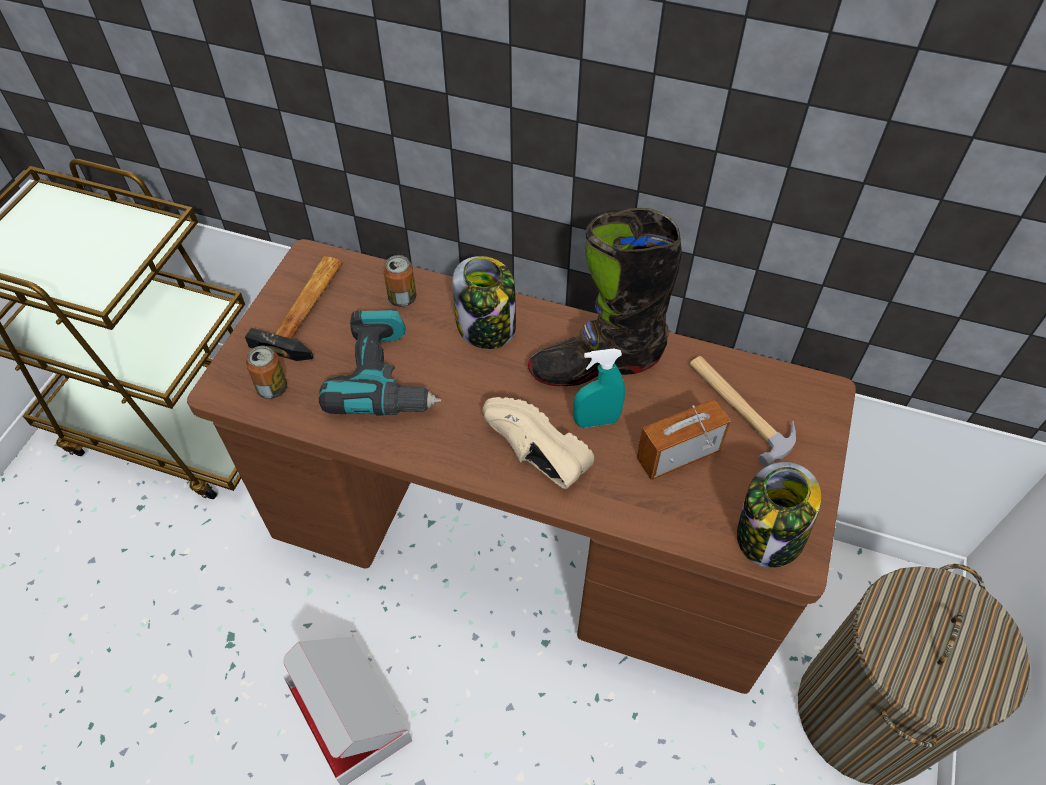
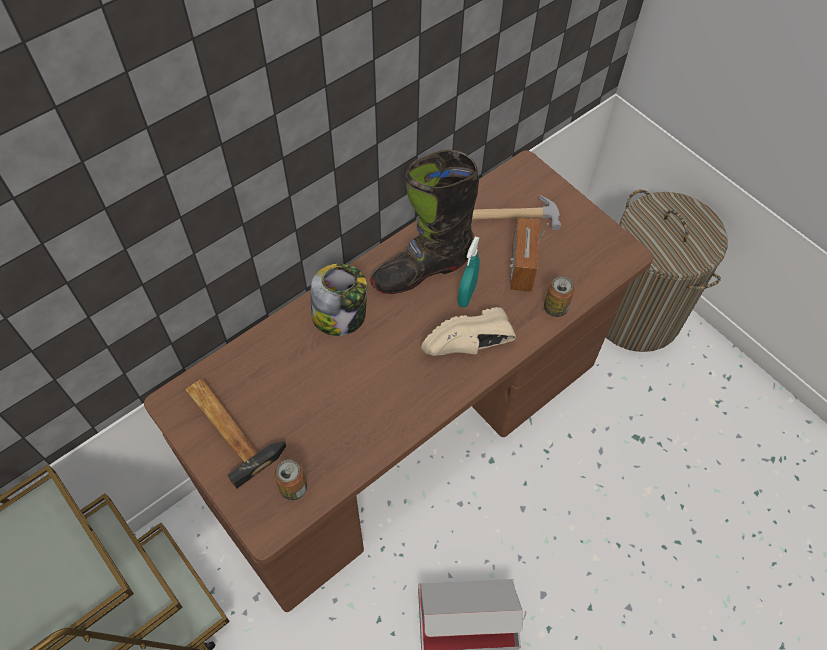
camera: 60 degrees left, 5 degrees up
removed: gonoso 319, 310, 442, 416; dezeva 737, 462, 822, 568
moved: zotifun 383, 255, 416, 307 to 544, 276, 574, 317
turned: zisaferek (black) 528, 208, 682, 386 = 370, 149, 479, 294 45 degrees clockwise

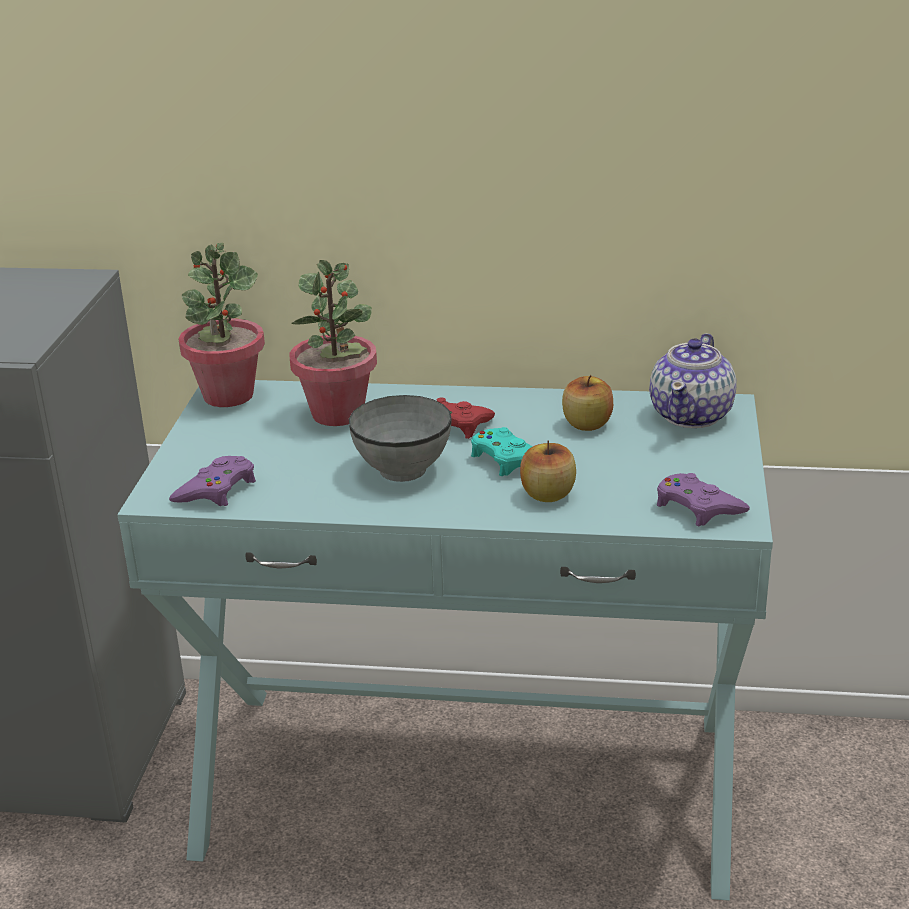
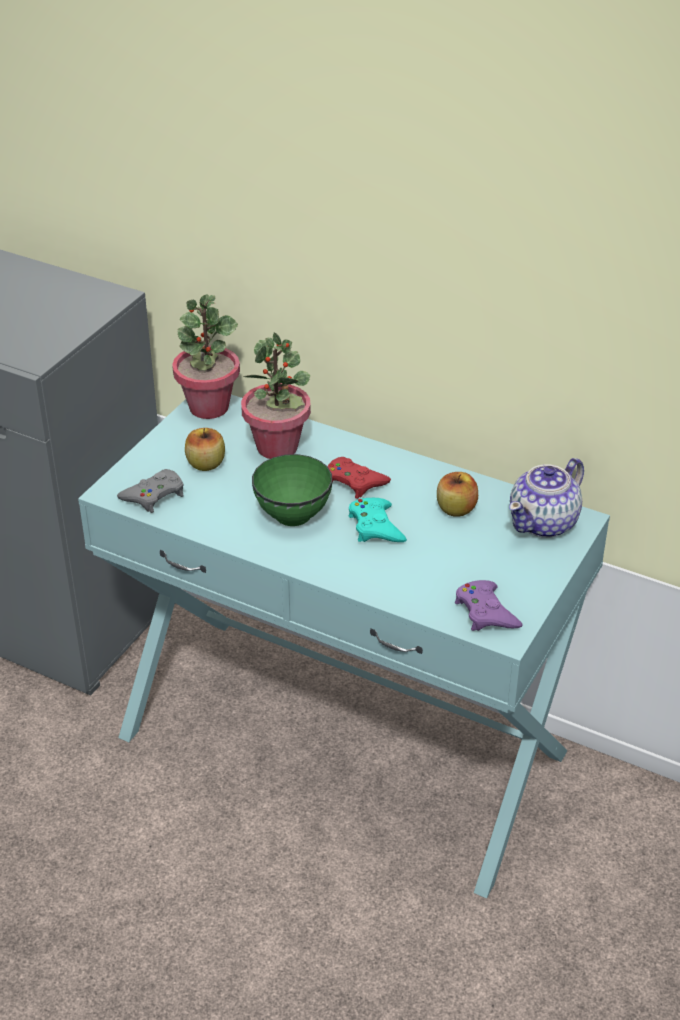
camera: 20 degrees right, 10 degrees up
moved: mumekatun 520, 440, 576, 502 to 185, 428, 225, 471
recoloured: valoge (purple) 169, 456, 256, 506 to valoge (grey) 117, 469, 184, 513; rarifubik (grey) 349, 395, 452, 482 to rarifubik (green) 252, 454, 332, 526

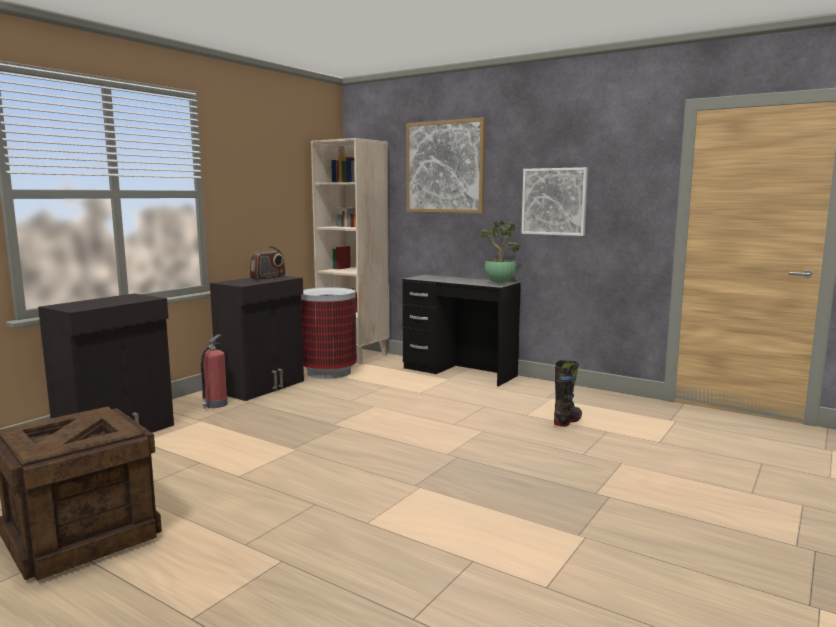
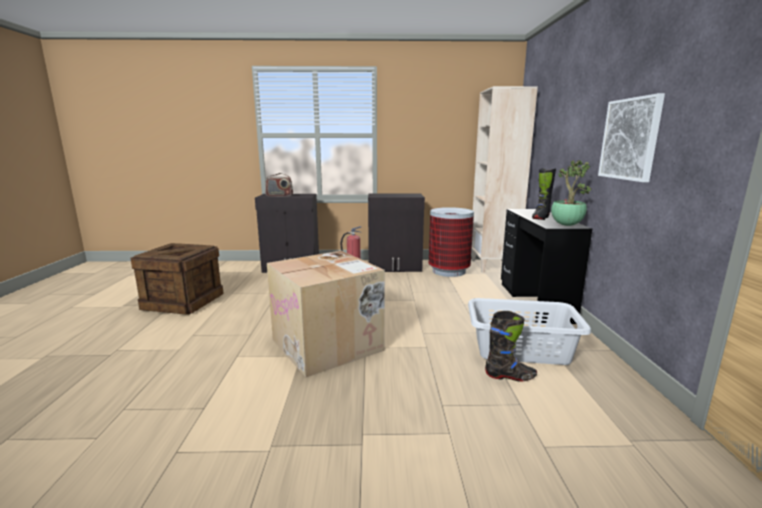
camera: 55 degrees right, 5 degrees up
removed: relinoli 406, 117, 486, 213
added: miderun 267, 251, 385, 377; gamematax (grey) 468, 298, 591, 365; zisaferek (black) 532, 168, 556, 220
moved: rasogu 250, 246, 285, 280 to 265, 173, 293, 197

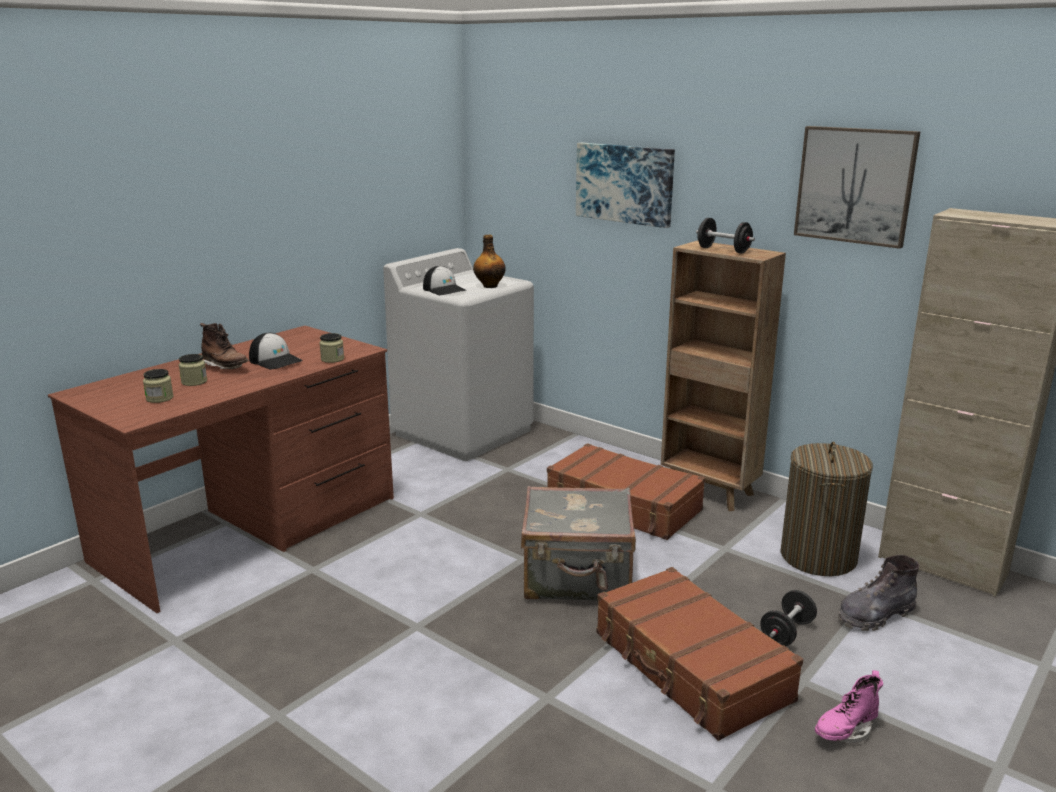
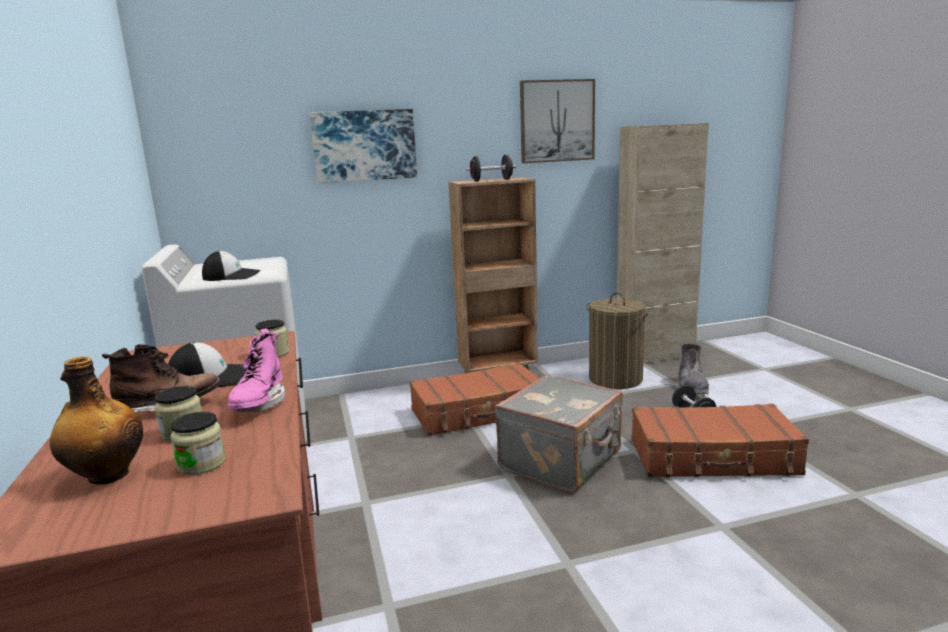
camera: 55 degrees left, 5 degrees down
moved: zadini 473, 235, 506, 288 to 50, 356, 143, 485; zisaferek (pink) 815, 670, 883, 744 to 226, 328, 285, 412

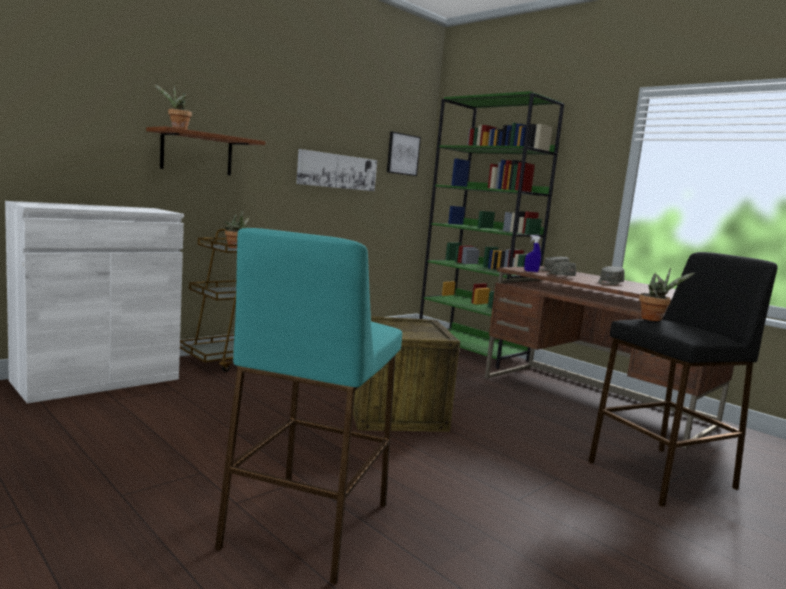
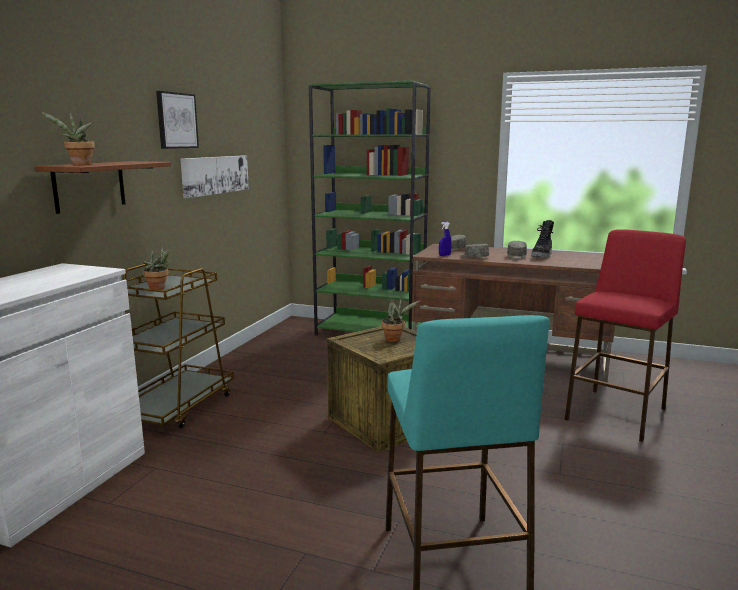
camera: 25 degrees left, 5 degrees up
added: zisaferek (black) 531, 220, 554, 258
moved: relinoli 387, 132, 421, 176 to 156, 91, 199, 149; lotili 639, 268, 694, 321 to 381, 299, 419, 342
recoloured: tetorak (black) 588, 252, 778, 507 to tetorak (red) 565, 229, 686, 442

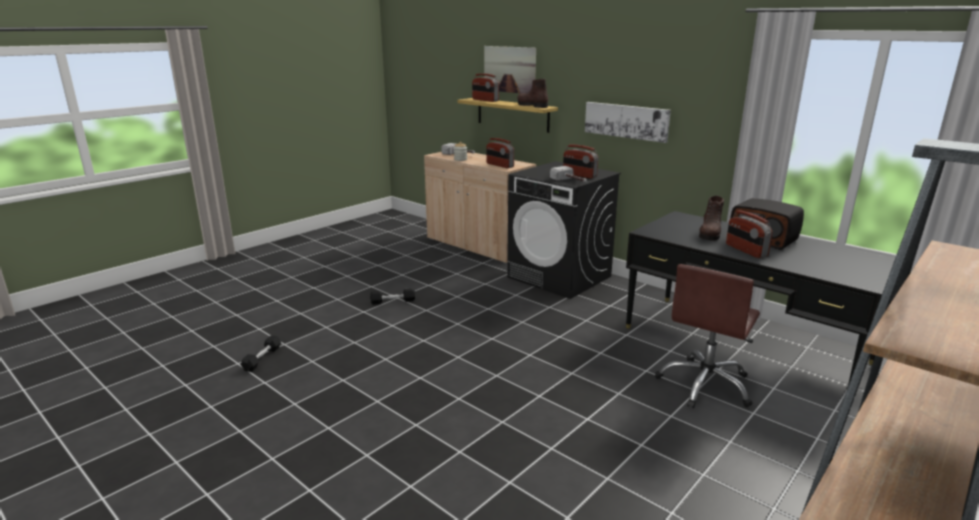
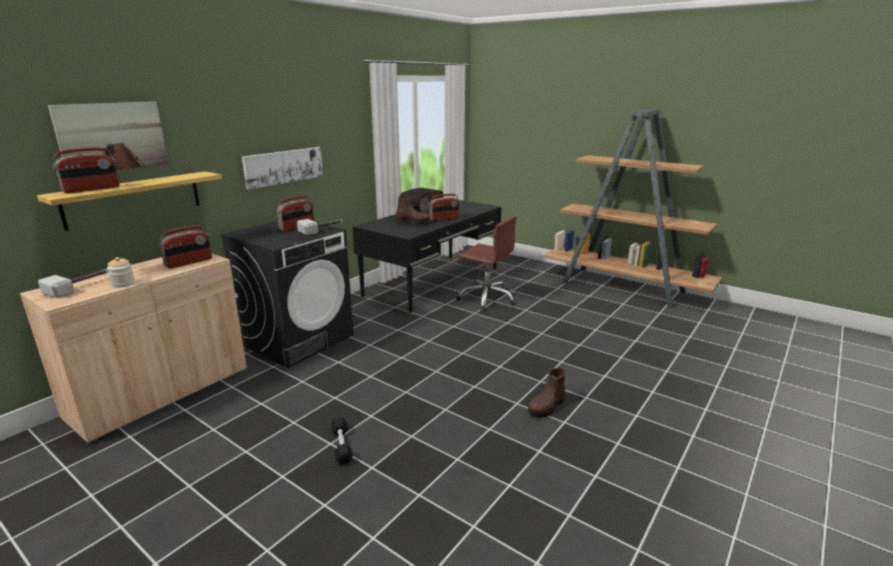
camera: 95 degrees left, 0 degrees up
removed: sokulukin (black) 241, 335, 281, 372
moved: zisaferek (brown) 517, 79, 548, 108 to 528, 368, 565, 418

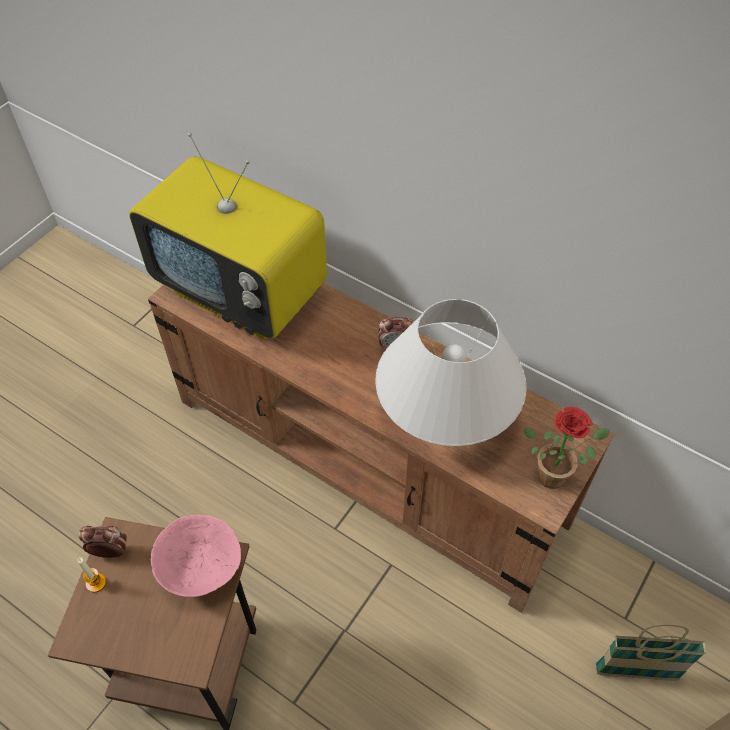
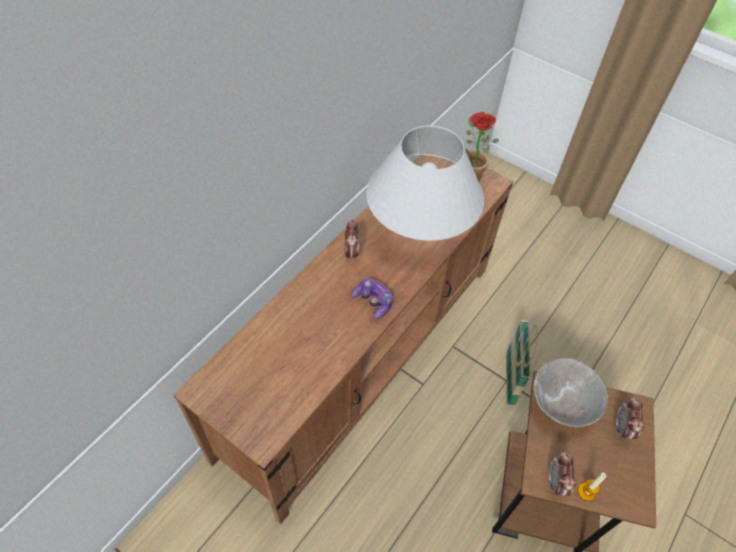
camera: 90 degrees left, 0 degrees up
removed: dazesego 129, 133, 327, 339
added: valoge 351, 278, 392, 319; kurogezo 616, 397, 644, 439
moved: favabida 595, 625, 707, 680 to 506, 320, 537, 406
recoloured: rarifubik (pink) 151, 515, 241, 597 to rarifubik (grey) 534, 358, 608, 427

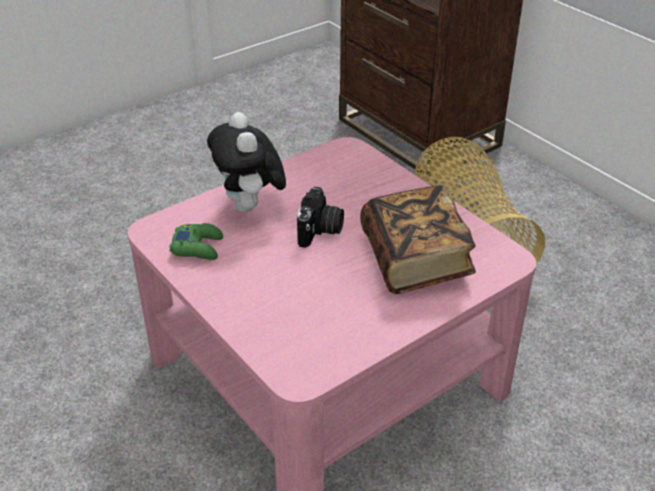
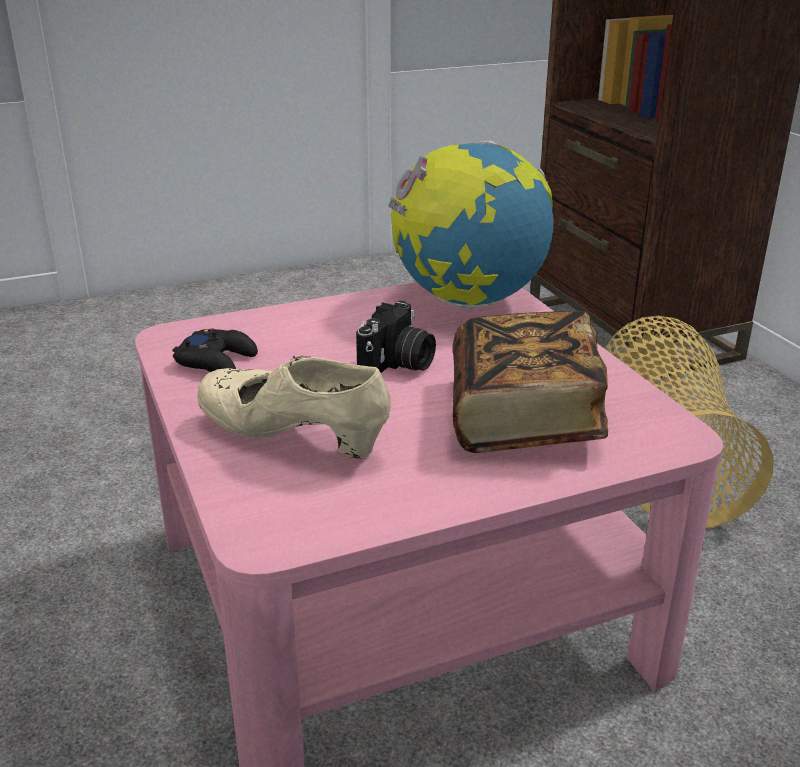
camera: 15 degrees right, 10 degrees down
removed: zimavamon 207, 112, 286, 213
added: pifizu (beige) 197, 356, 391, 458; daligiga 388, 140, 554, 309
recoloured: valoge (green) 169, 223, 223, 260 to valoge (black) 172, 328, 258, 372

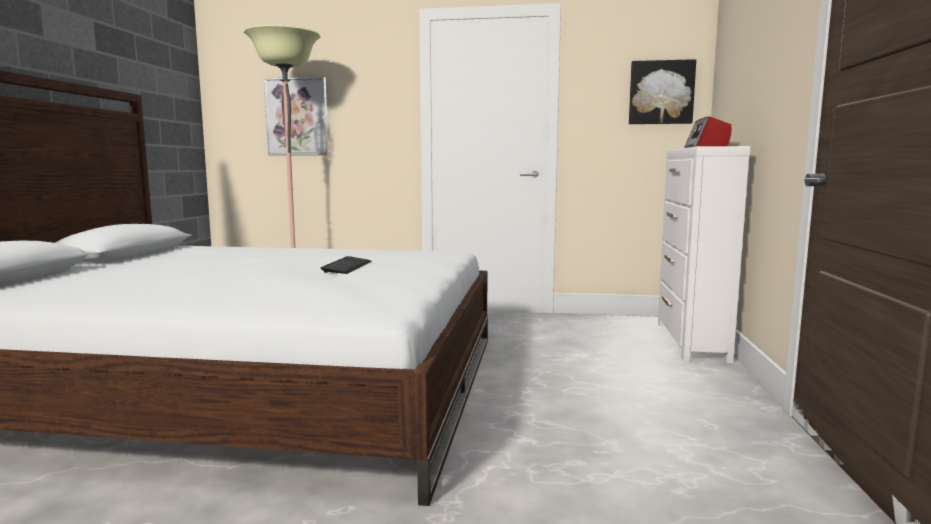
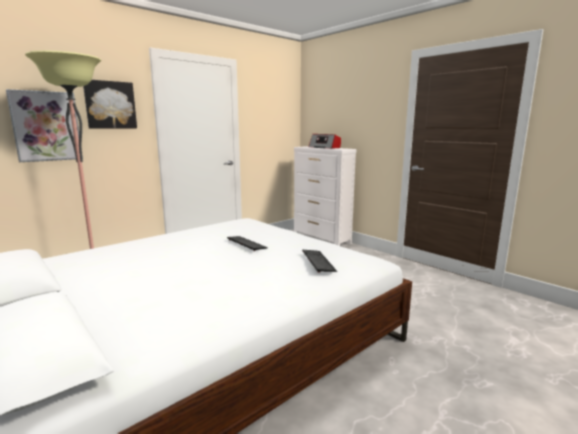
camera: 50 degrees left, 5 degrees up
added: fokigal 302, 250, 337, 273
moved: relinoli 629, 59, 696, 124 to 83, 80, 137, 129

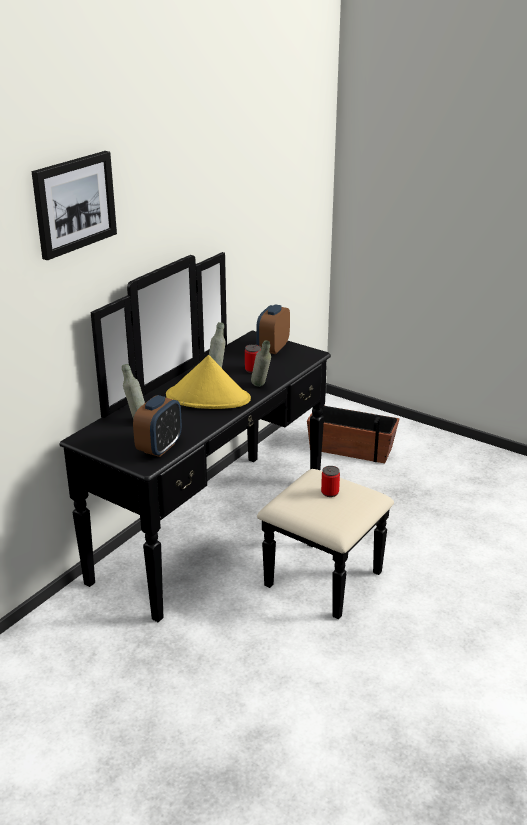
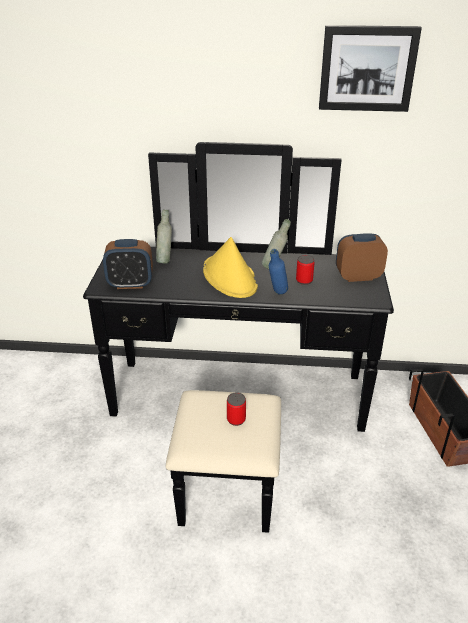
camera: 60 degrees right, 5 degrees up
moved: relinoli 32, 151, 117, 260 to 319, 25, 422, 112
recoloured: zadini (grey) 251, 340, 271, 387 to zadini (blue) 269, 249, 288, 295

